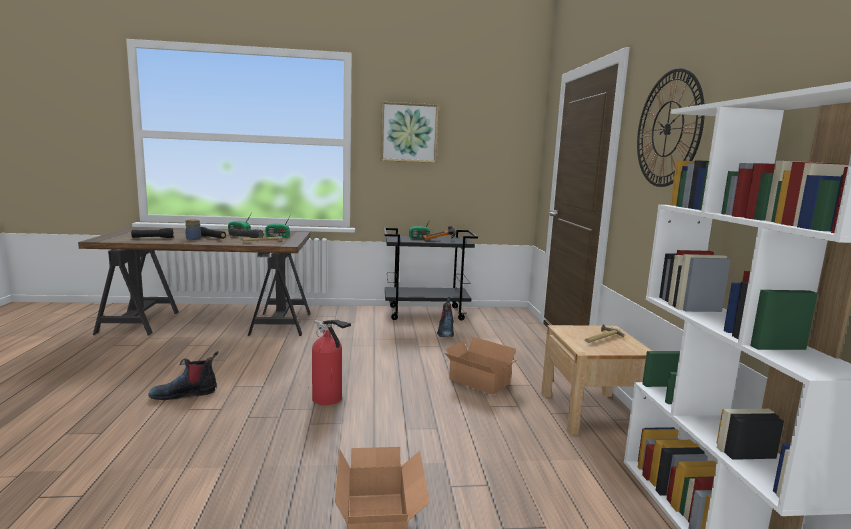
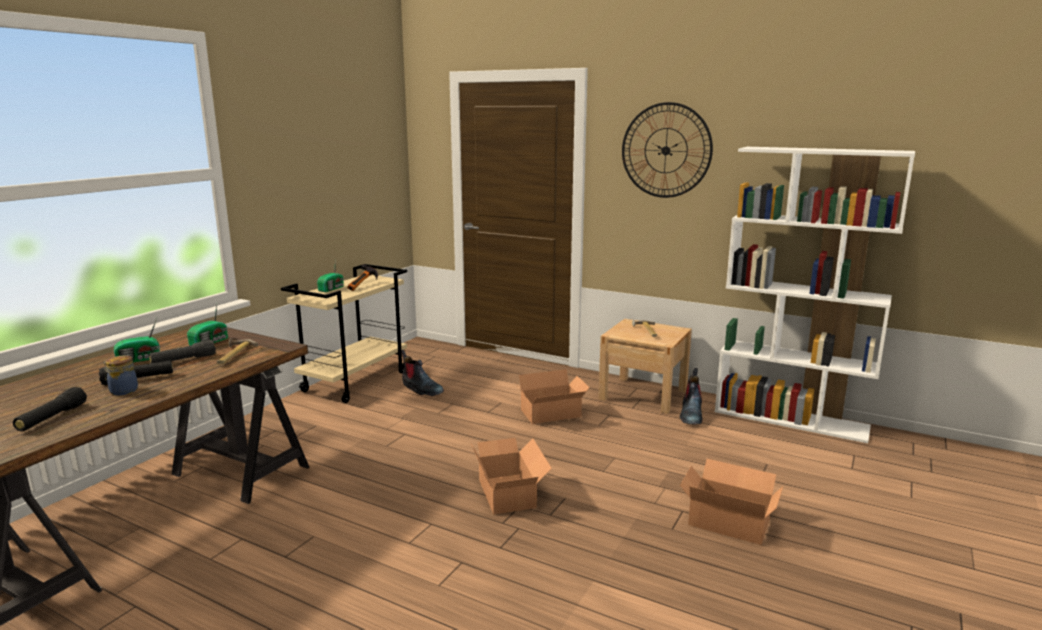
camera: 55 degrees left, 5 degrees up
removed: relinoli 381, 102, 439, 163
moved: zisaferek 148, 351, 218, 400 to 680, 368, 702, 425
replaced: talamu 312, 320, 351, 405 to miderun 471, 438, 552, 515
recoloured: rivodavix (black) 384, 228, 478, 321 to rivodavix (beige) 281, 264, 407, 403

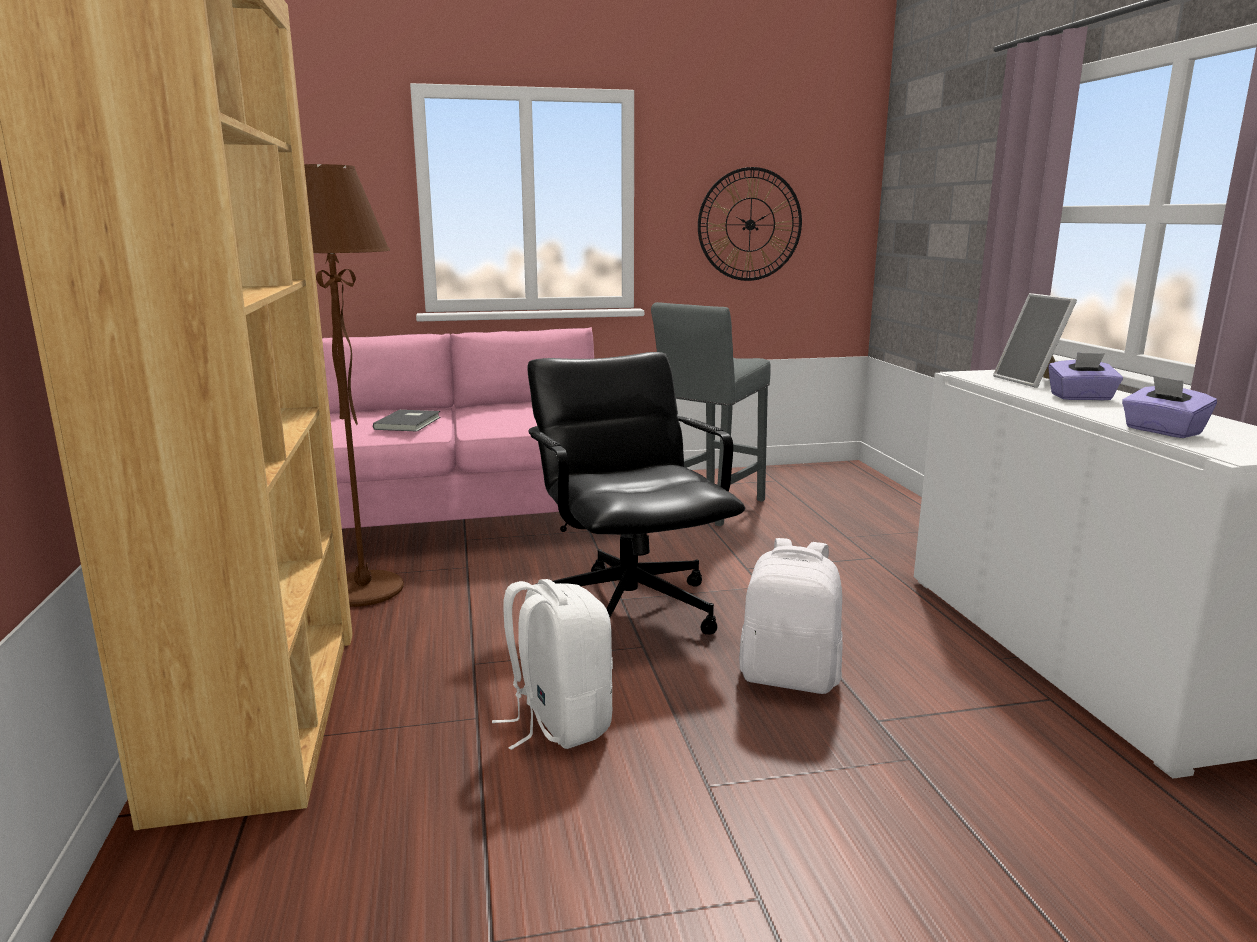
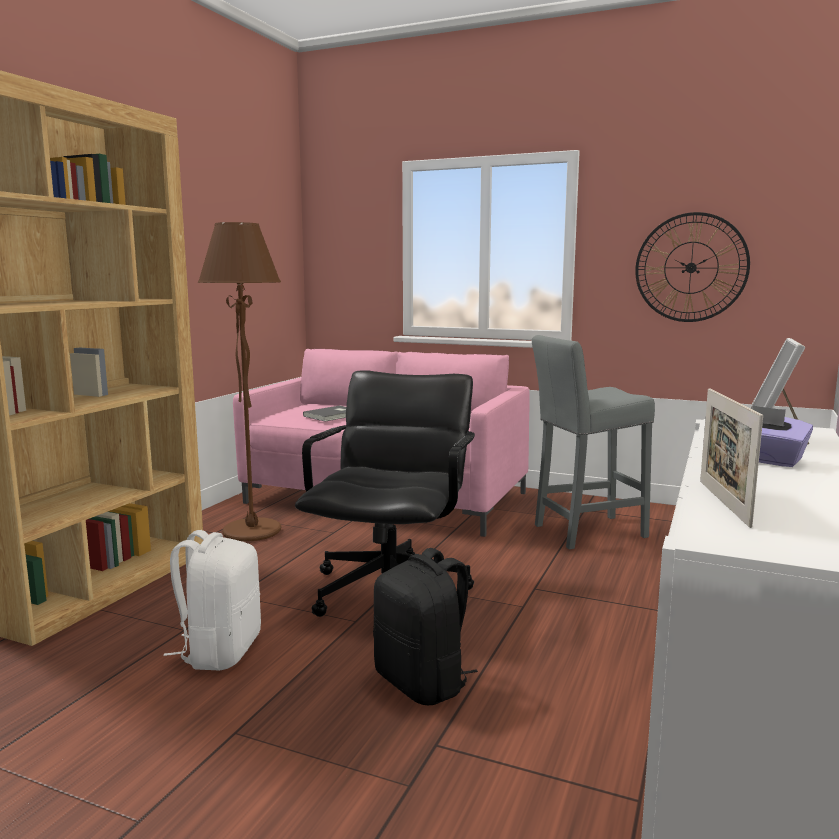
camera: 35 degrees right, 5 degrees down
replaced: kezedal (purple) 1122, 375, 1217, 438 to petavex 700, 388, 763, 528
recoloured: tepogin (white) 739, 538, 843, 694 to tepogin (black) 373, 548, 478, 705

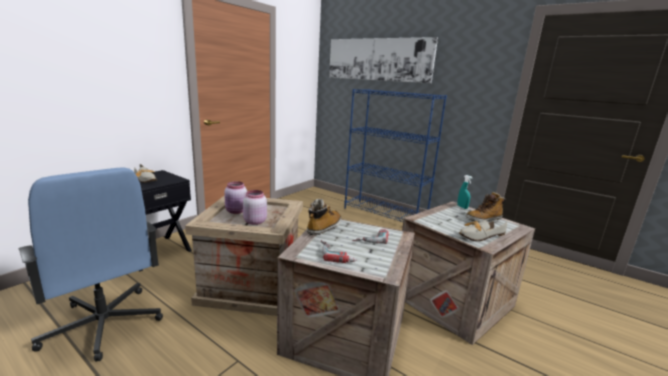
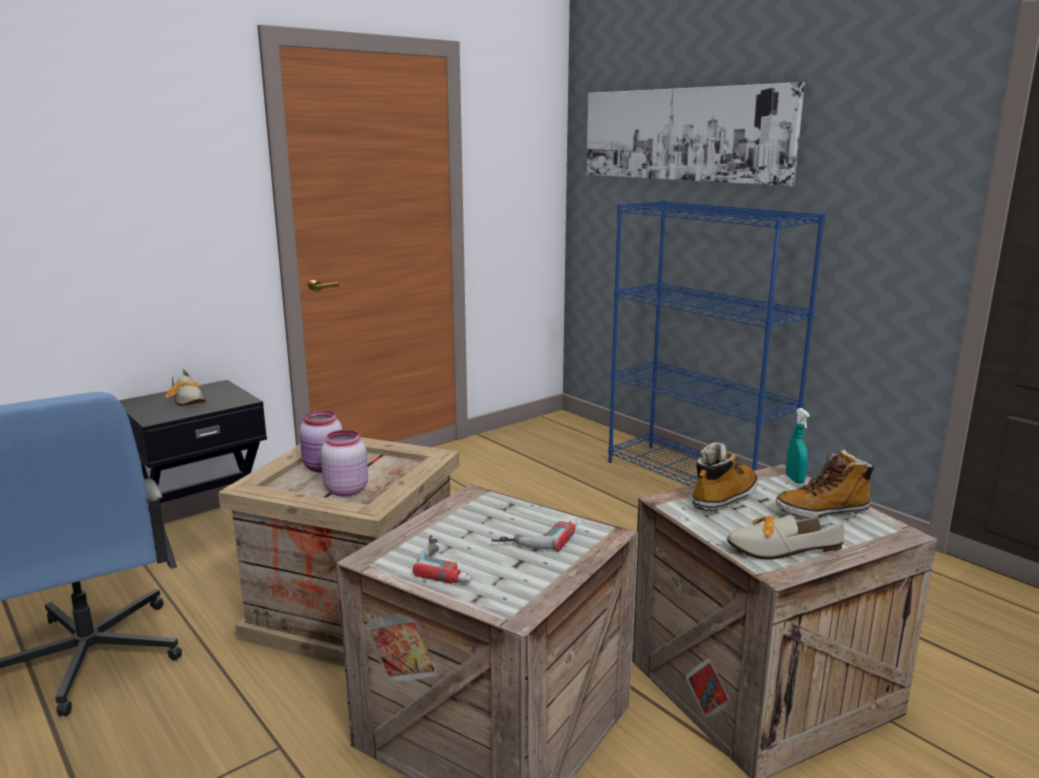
camera: 15 degrees right, 0 degrees up
moved: zisaferek 307, 199, 341, 235 to 692, 442, 758, 511

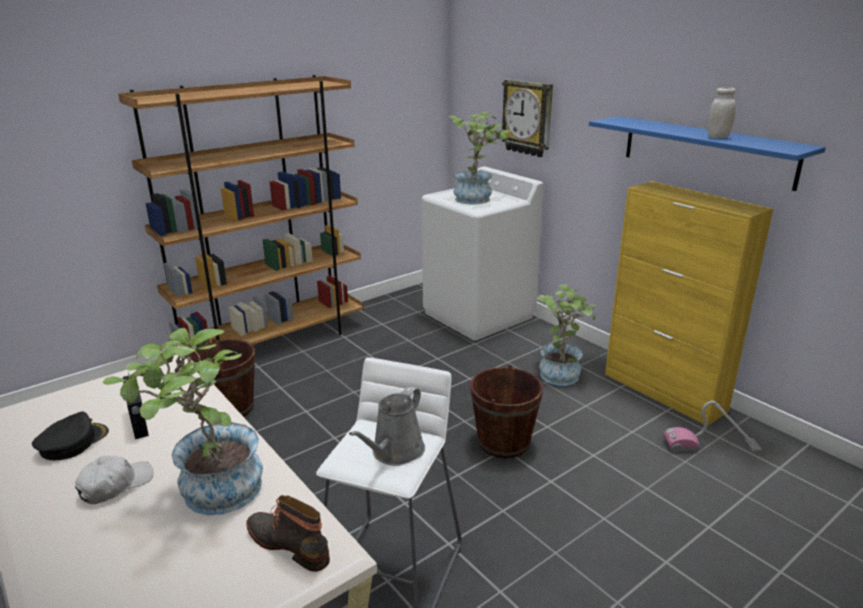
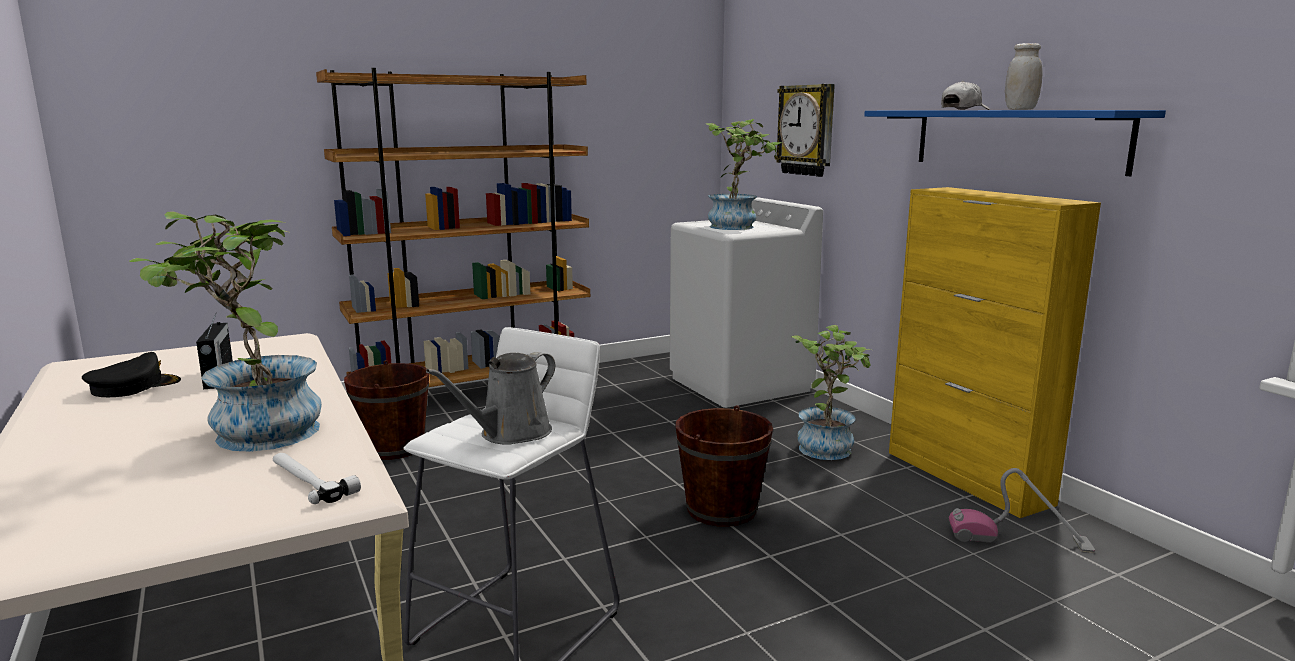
camera: 10 degrees right, 10 degrees down
moved: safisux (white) 75, 456, 153, 504 to 941, 81, 990, 110
replaced: zisaferek 246, 495, 330, 572 to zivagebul 273, 453, 361, 504

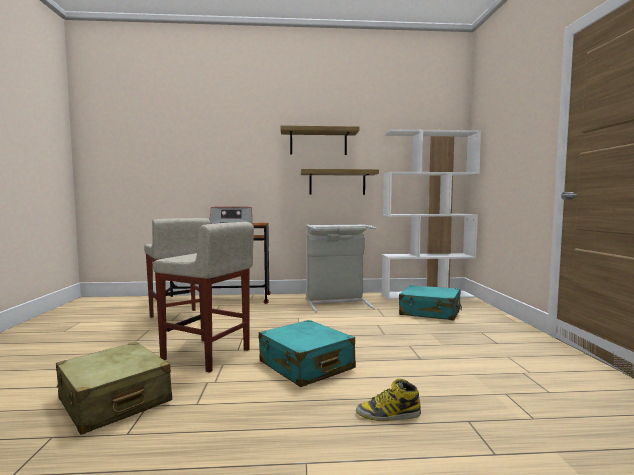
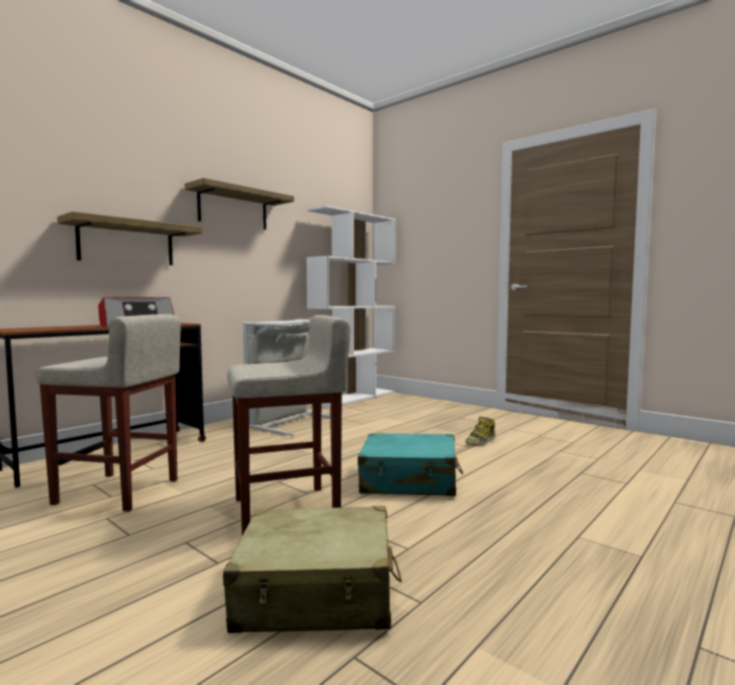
camera: 45 degrees left, 0 degrees up
removed: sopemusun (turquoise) 399, 285, 462, 320
moved: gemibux 301, 169, 379, 195 to 57, 211, 202, 265; zisaferek 356, 379, 421, 421 to 465, 416, 495, 446

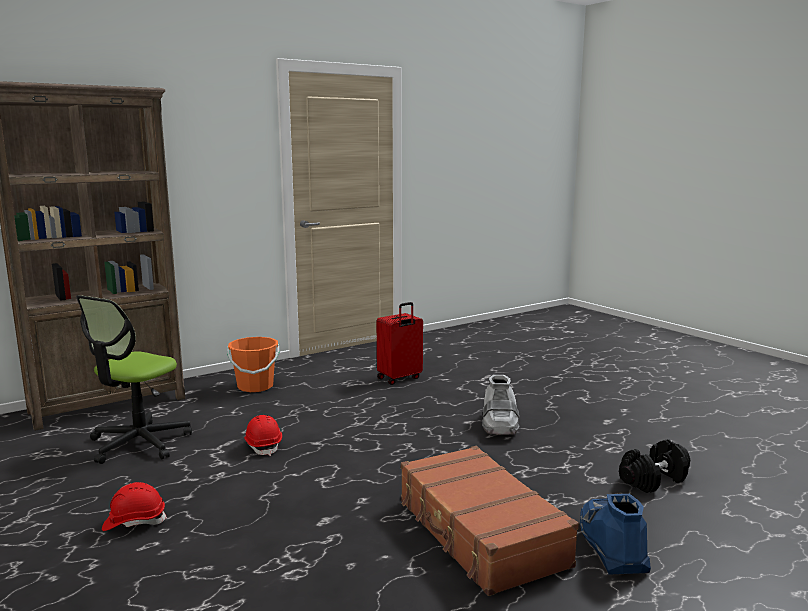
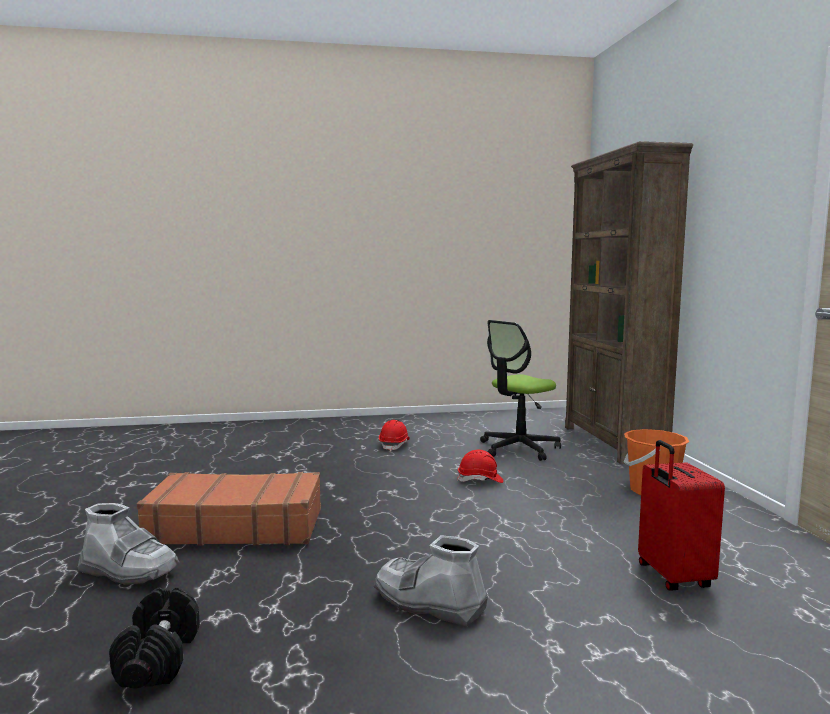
camera: 115 degrees right, 5 degrees down
recoloured: zisaferek (blue) 580, 494, 651, 575 to zisaferek (grey) 77, 503, 180, 585
turned: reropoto 76, 295, 192, 464 = 480, 320, 561, 461 90 degrees counterclockwise

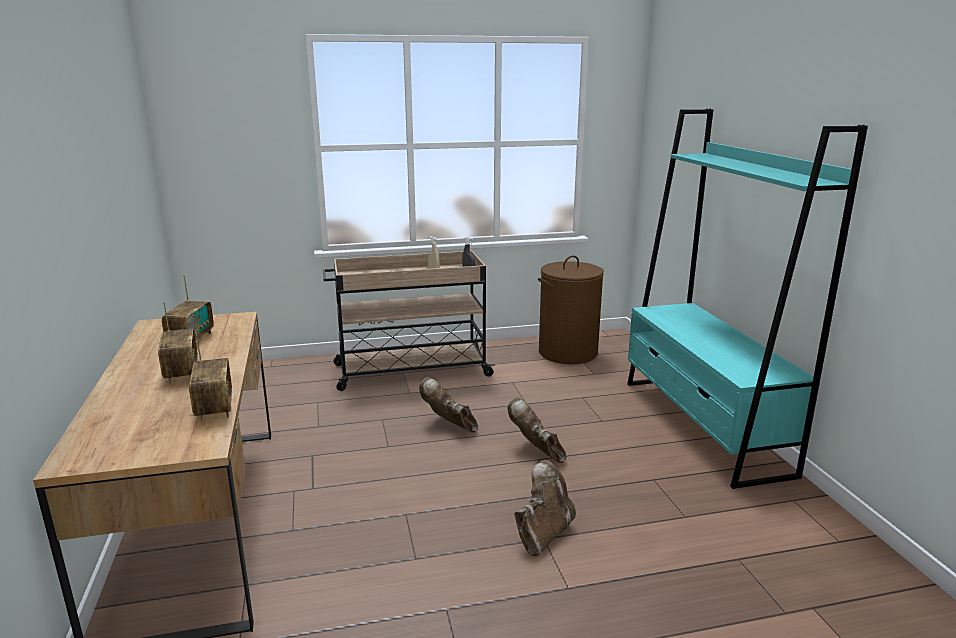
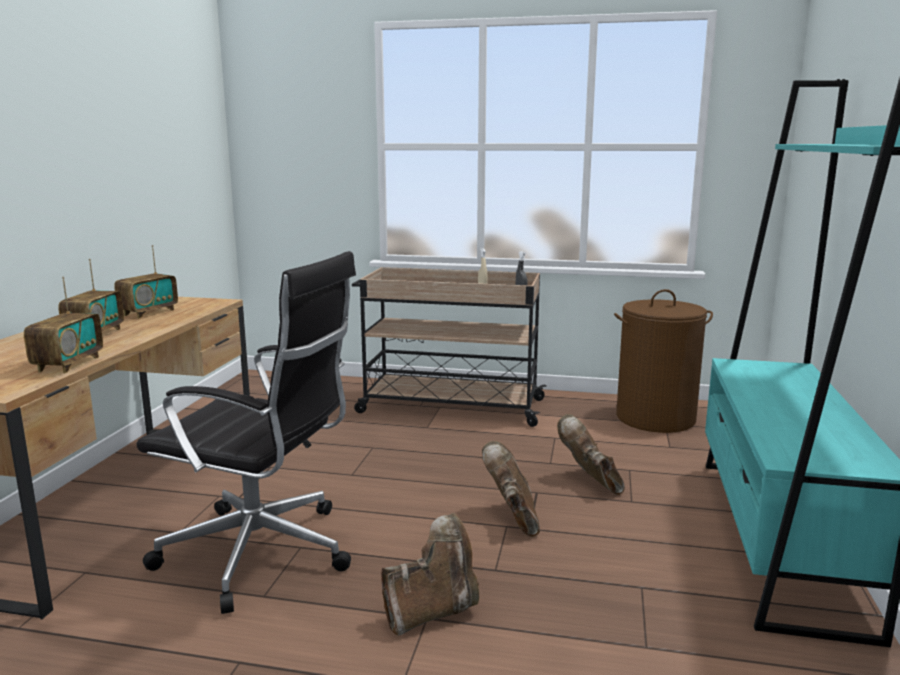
camera: 25 degrees right, 5 degrees down
added: reropoto (black) 137, 251, 356, 614
moved: zisaferek (brown) 419, 377, 478, 433 to 557, 414, 625, 495

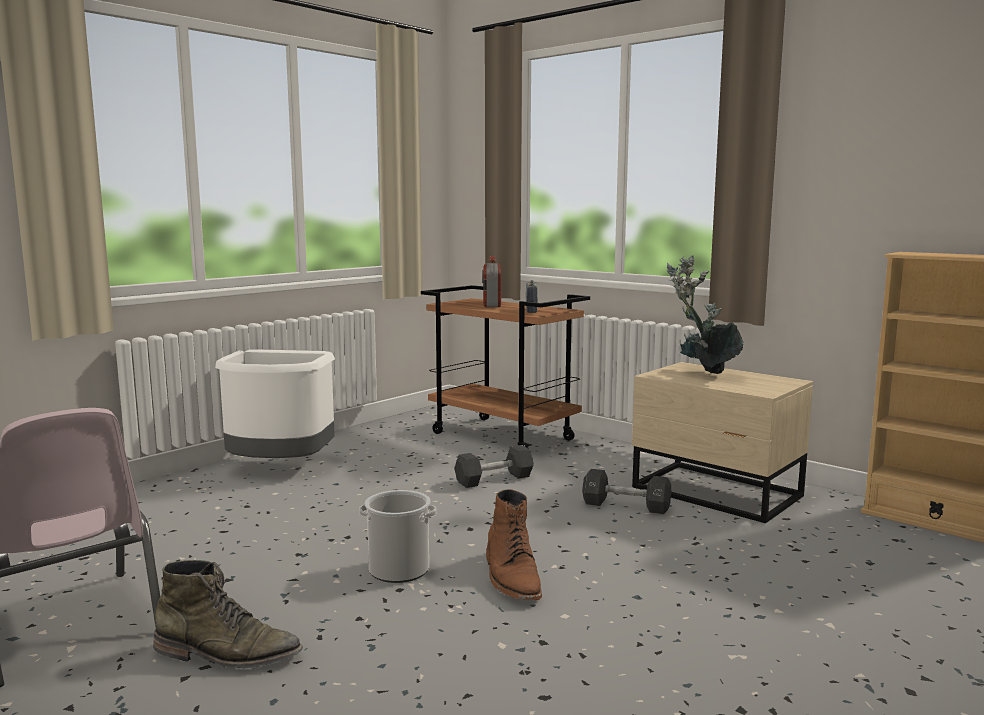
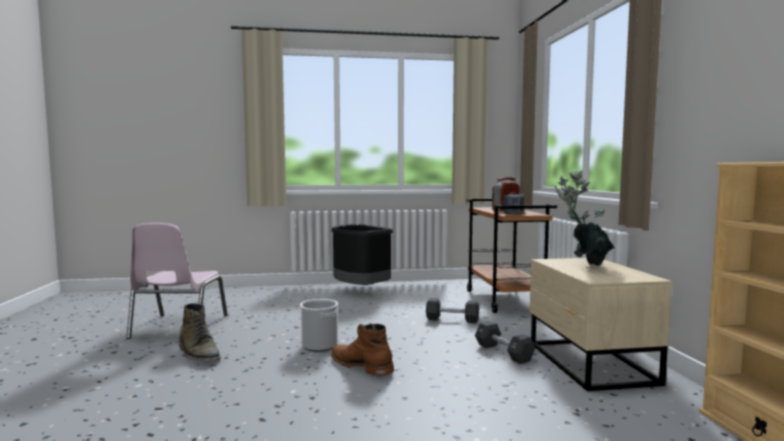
camera: 40 degrees right, 5 degrees down
recoloured: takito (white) 215, 349, 335, 458 to takito (black) 331, 224, 393, 285
turned: zisaferek (brown) 486, 489, 542, 600 = 331, 323, 394, 376 105 degrees clockwise

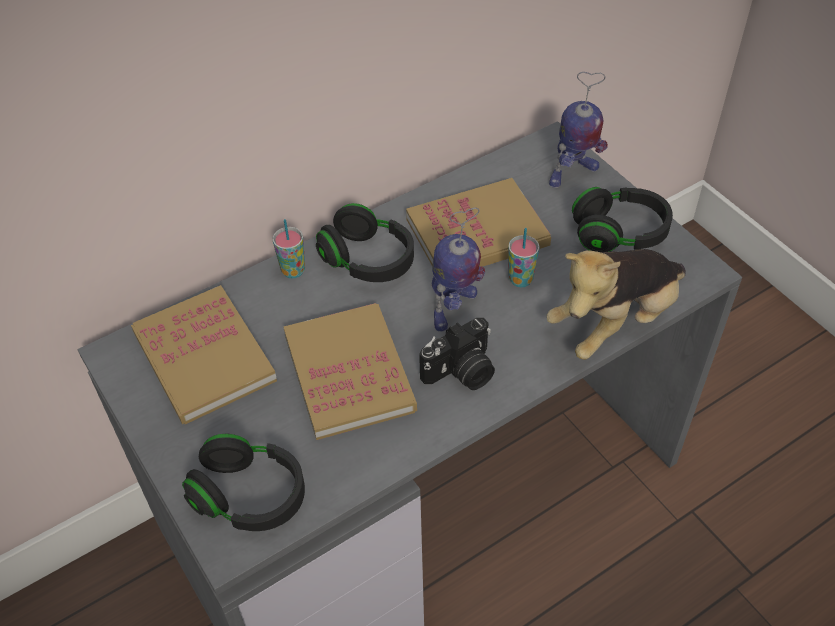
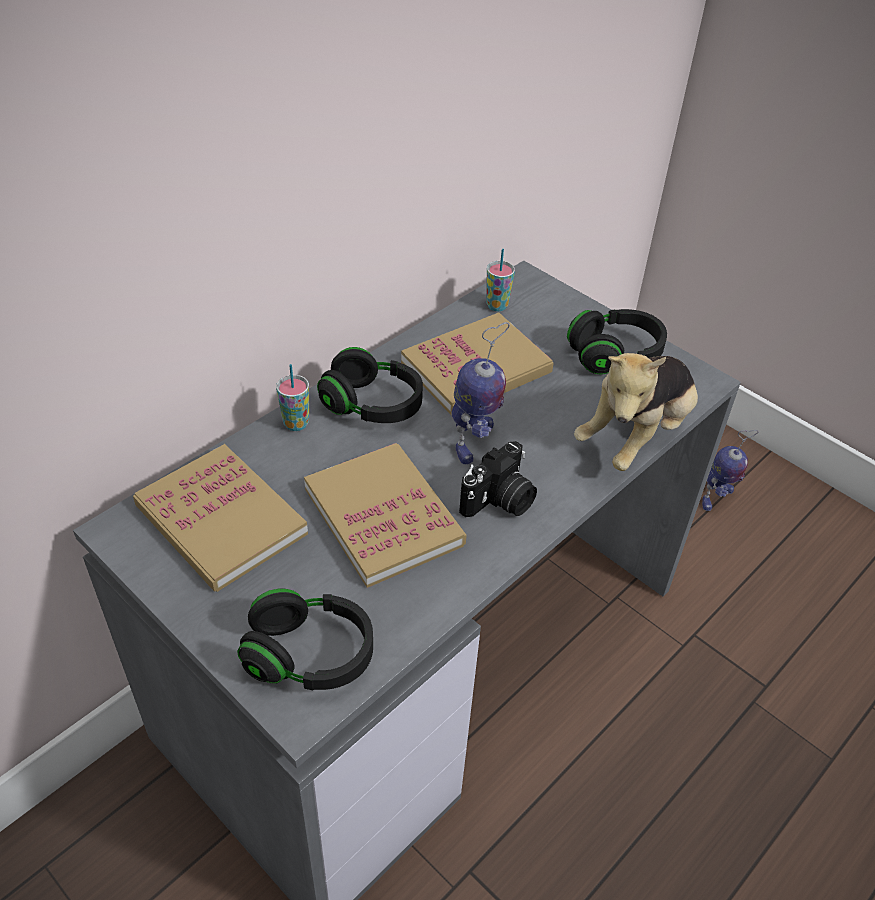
camera: 15 degrees left, 5 degrees down
moved: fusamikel 508, 228, 540, 287 to 486, 249, 515, 311; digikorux 549, 72, 608, 188 to 702, 430, 758, 511

